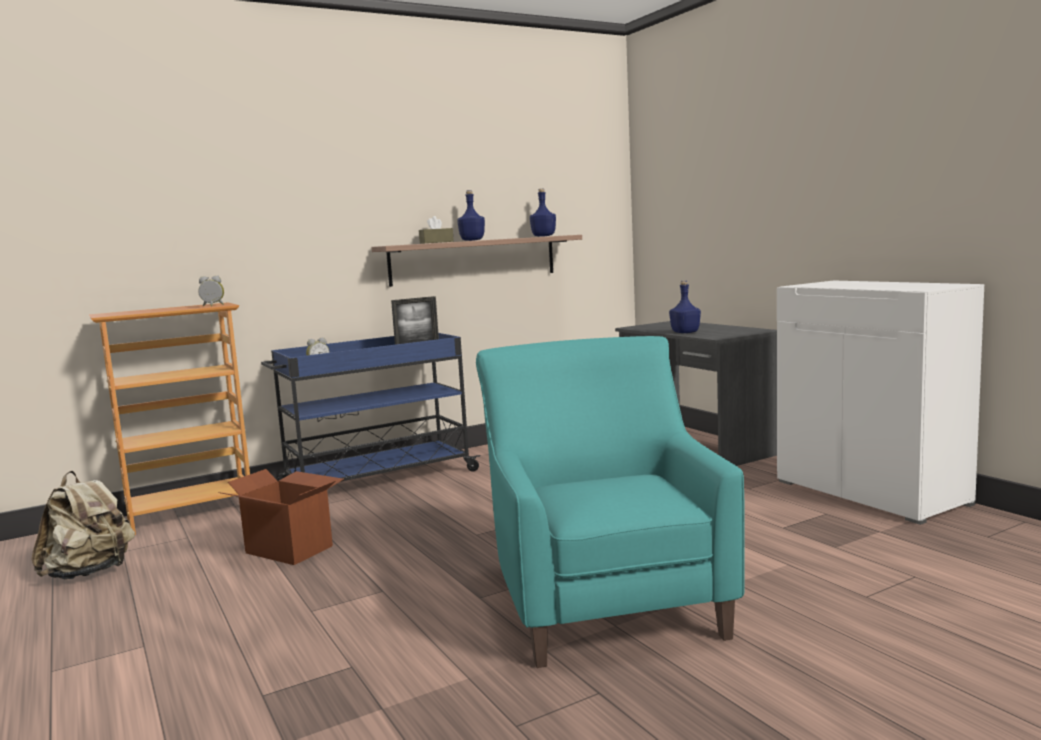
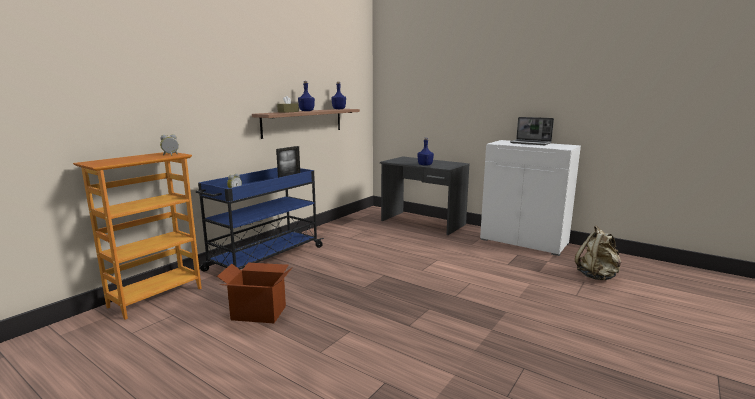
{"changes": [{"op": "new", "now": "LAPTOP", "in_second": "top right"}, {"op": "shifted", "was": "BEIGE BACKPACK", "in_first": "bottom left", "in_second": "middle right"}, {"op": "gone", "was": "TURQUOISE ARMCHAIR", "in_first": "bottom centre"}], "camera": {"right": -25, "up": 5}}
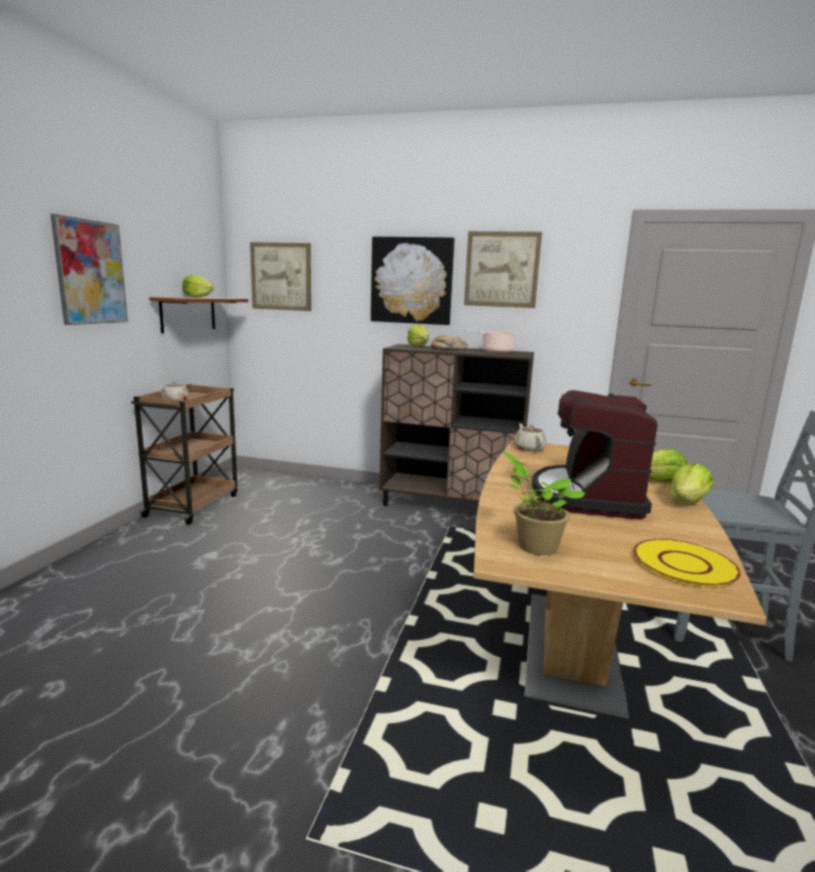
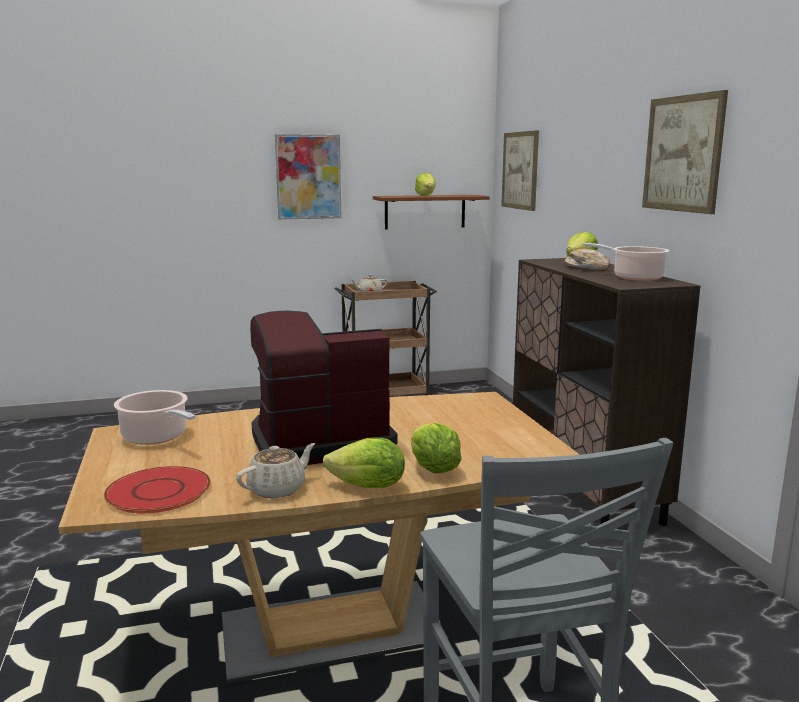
{"changes": [{"op": "repainted", "was": "YELLOW PLATE", "now": "RED PLATE", "in_first": "middle right", "in_second": "bottom left"}, {"op": "swapped", "was": "POTTED PLANT", "now": "COOKING POT (no. 1 from left)", "in_first": "middle right", "in_second": "middle left"}, {"op": "shifted", "was": "BEIGE TEAPOT (no. 2 from left in the first image)", "now": "BEIGE TEAPOT (no. 1 from left)", "in_first": "centre", "in_second": "bottom centre"}, {"op": "gone", "was": "PICTURE (no. 3 from left)", "in_first": "top centre"}], "camera": {"right": 60, "up": 0}}
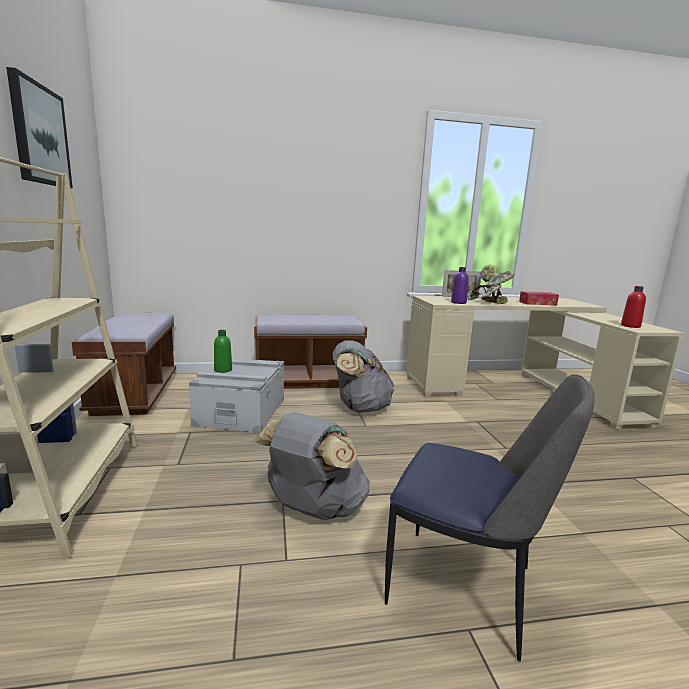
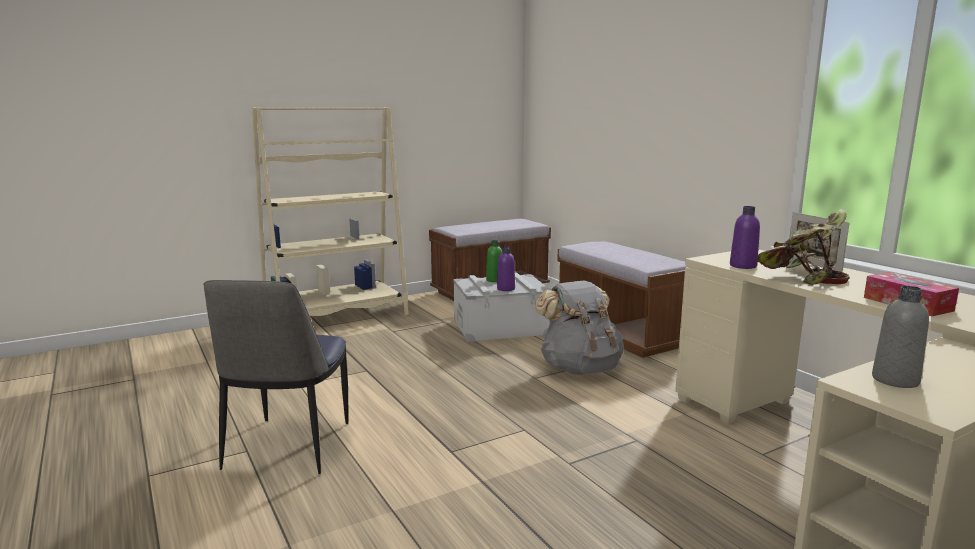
{"changes": [{"op": "new", "now": "PURPLE BOTTLE (no. 1 from left)", "in_second": "centre"}, {"op": "repainted", "was": "RED BOTTLE", "now": "GREY BOTTLE", "in_first": "middle right", "in_second": "middle right"}, {"op": "gone", "was": "PICTURE", "in_first": "top left"}, {"op": "gone", "was": "GREY BACKPACK (no. 1 from left)", "in_first": "bottom centre"}], "camera": {"right": 70, "up": 0}}
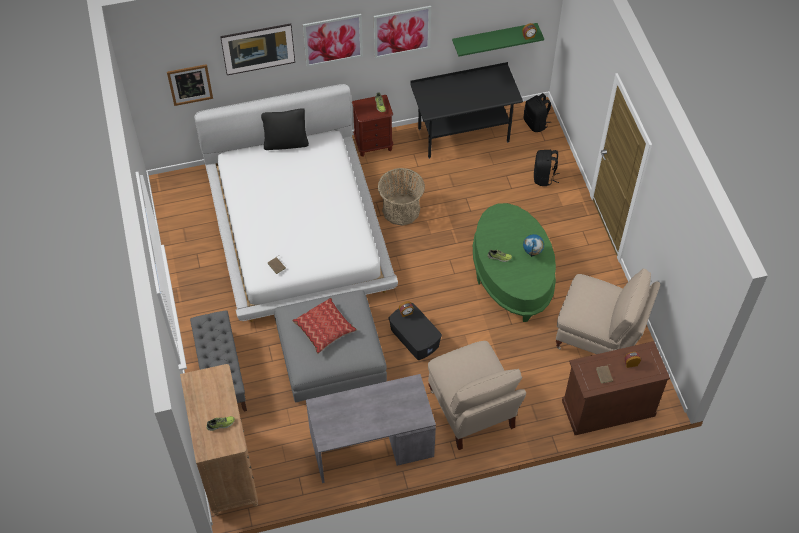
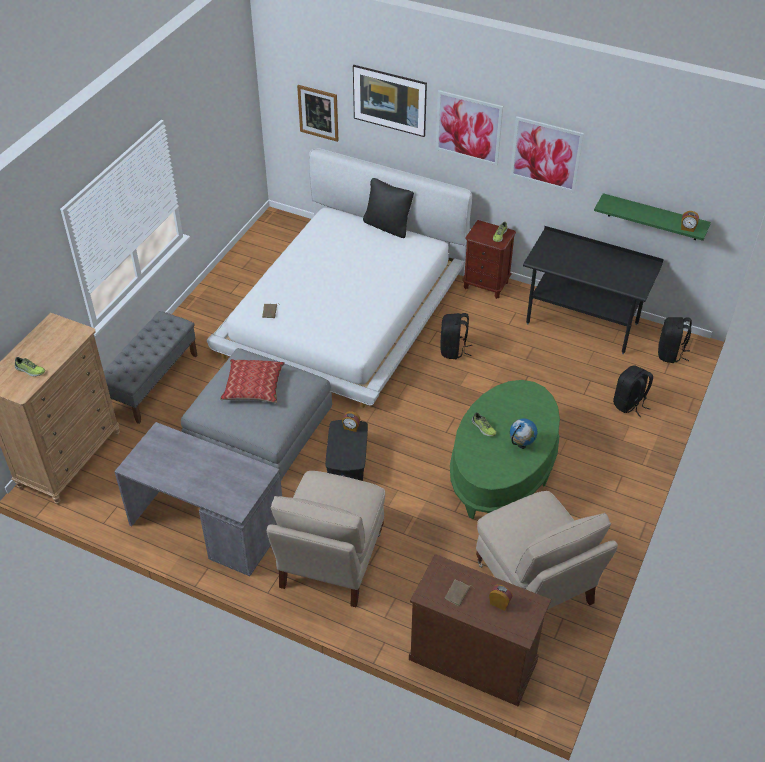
{"changes": [{"op": "swapped", "was": "BASKET", "now": "BLACK BACKPACK (no. 1 from left)", "in_first": "centre", "in_second": "centre"}], "camera": {"right": 40, "up": -10}}
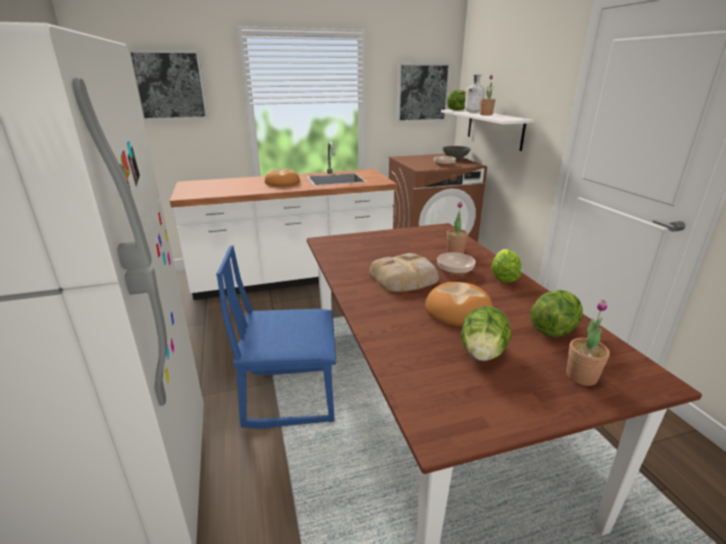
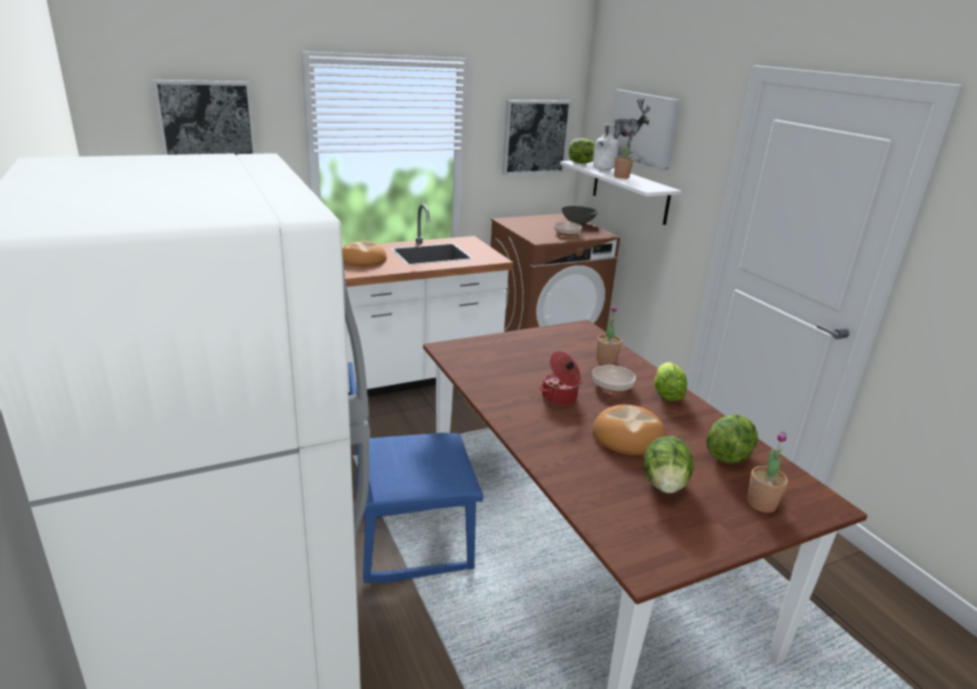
{"changes": [{"op": "swapped", "was": "BREAD (no. 2 from left)", "now": "COOKING POT", "in_first": "centre", "in_second": "centre"}, {"op": "new", "now": "PICTURE (no. 3 from left)", "in_second": "top centre"}], "camera": {"right": -10, "up": 0}}
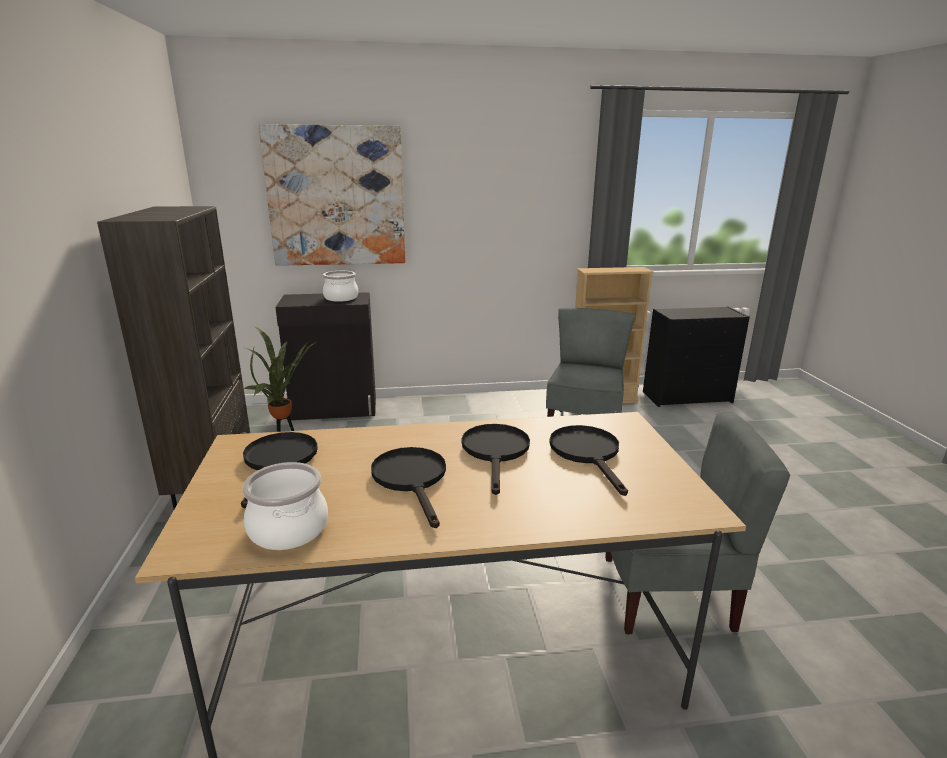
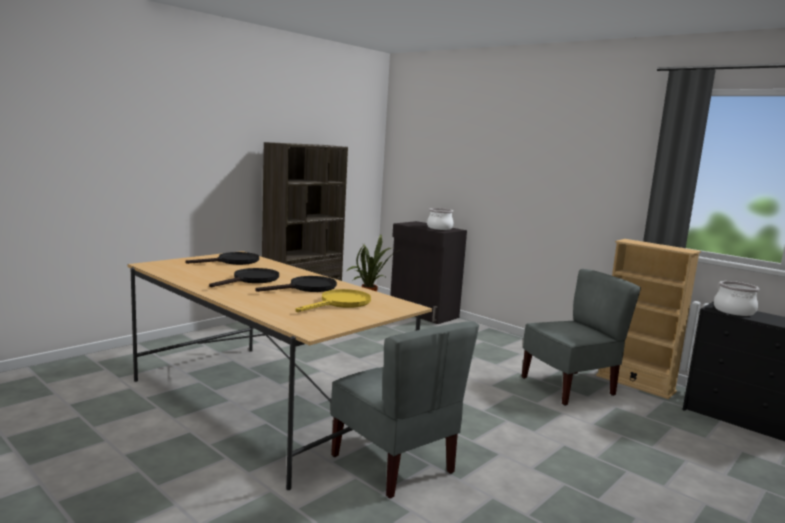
{"changes": [{"op": "repainted", "was": "BLACK FRYING PAN (no. 4 from left)", "now": "YELLOW FRYING PAN", "in_first": "centre", "in_second": "centre"}, {"op": "shifted", "was": "COOKING POT (no. 1 from left in the first image)", "now": "COOKING POT (no. 2 from left)", "in_first": "bottom left", "in_second": "middle right"}, {"op": "gone", "was": "PICTURE", "in_first": "top centre"}], "camera": {"right": 50, "up": -10}}
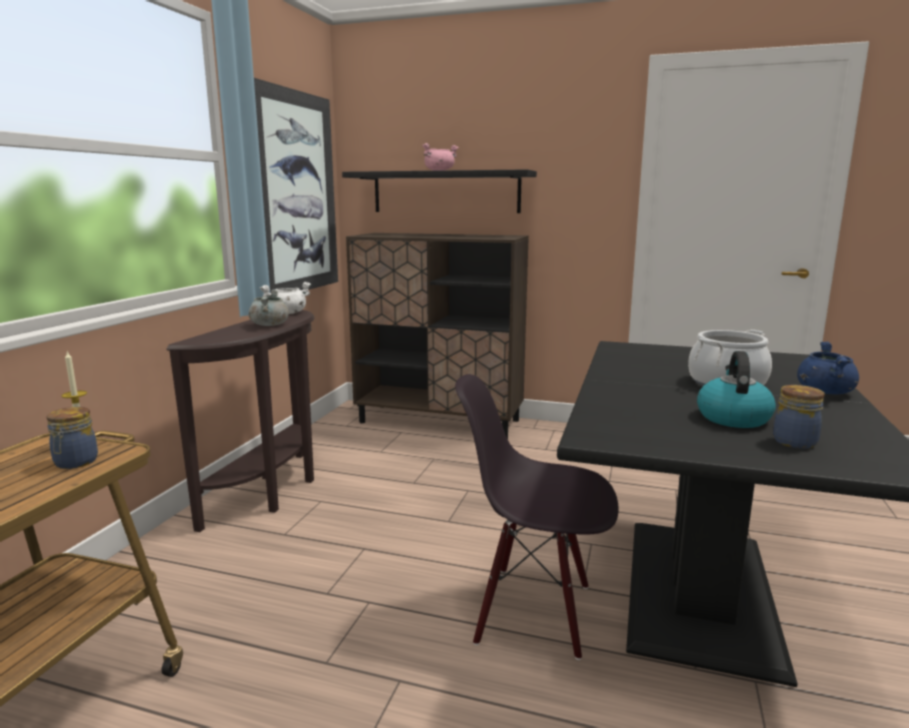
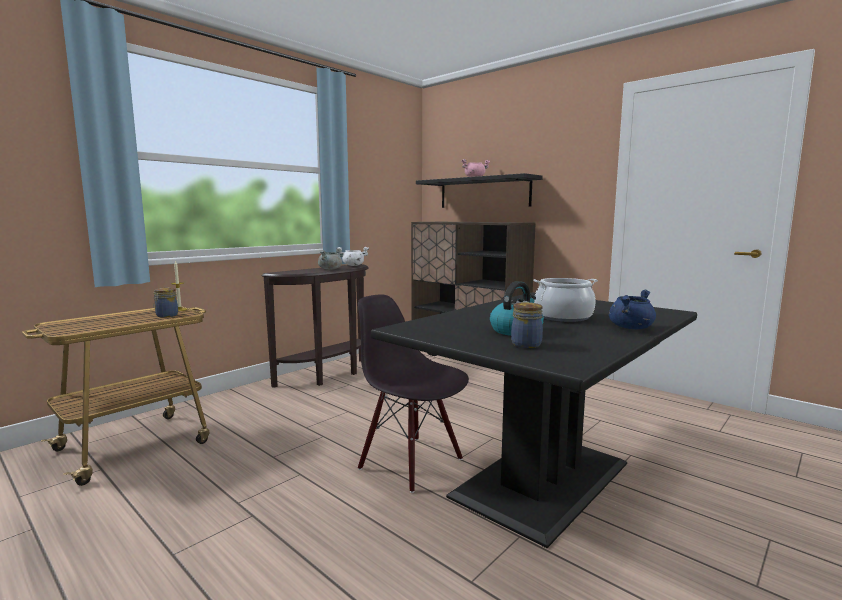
{"changes": [{"op": "gone", "was": "PICTURE", "in_first": "top left"}], "camera": {"right": 25, "up": -5}}
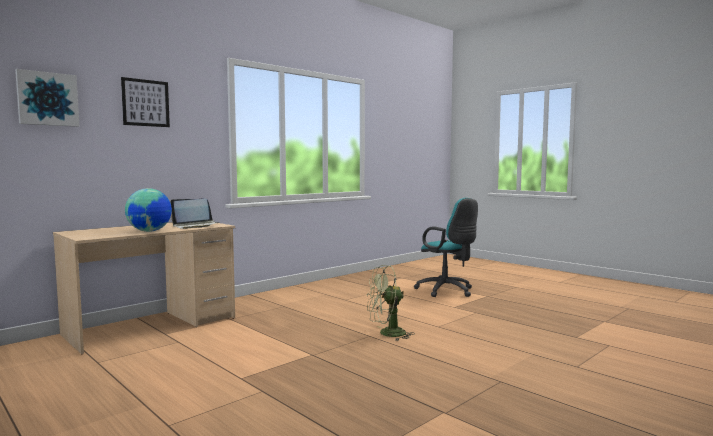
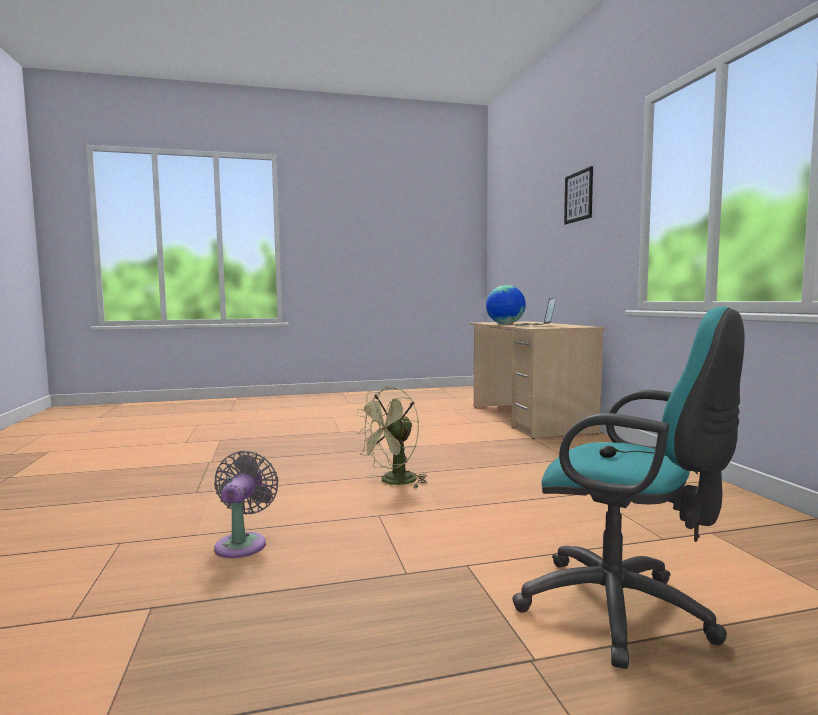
{"changes": [{"op": "new", "now": "GREY FAN", "in_second": "bottom left"}, {"op": "rotated", "was": "GREEN FAN", "in_first": "bottom centre", "in_second": "centre", "clockwise": -150}, {"op": "rotated", "was": "TURQUOISE OFFICE CHAIR", "in_first": "centre", "in_second": "bottom right", "clockwise": -135}, {"op": "gone", "was": "PICTURE (no. 1 from left)", "in_first": "top left"}], "camera": {"right": 120, "up": 0}}
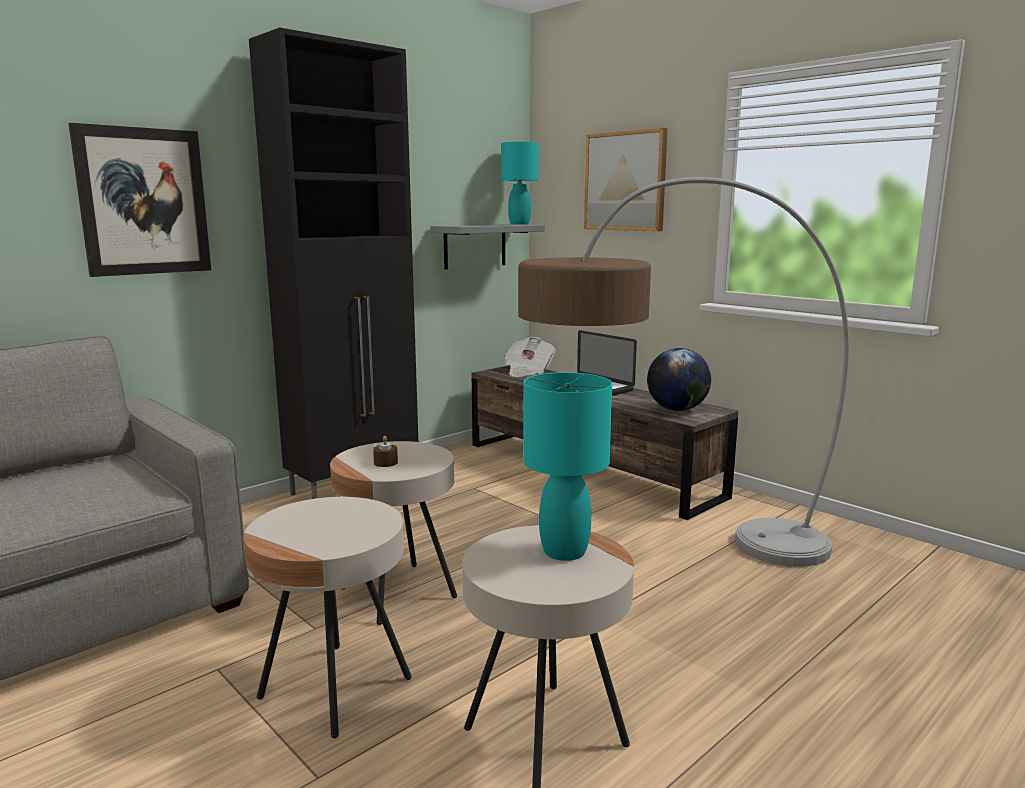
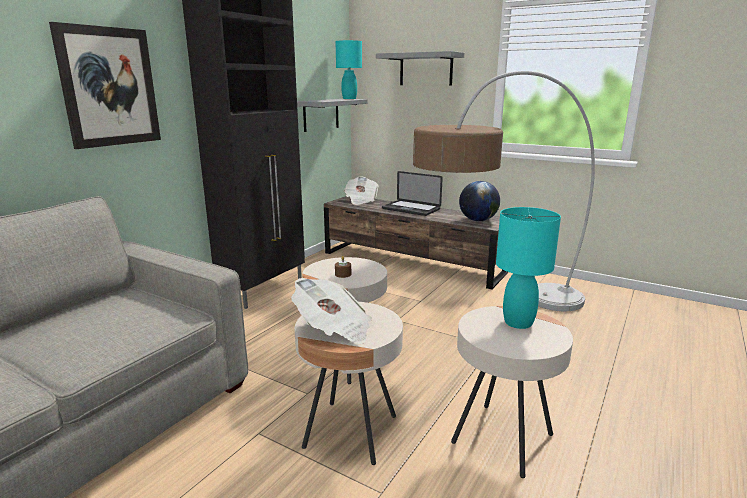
{"changes": [{"op": "new", "now": "NEWSPAPER (no. 1 from left)", "in_second": "centre"}, {"op": "swapped", "was": "PICTURE (no. 2 from left)", "now": "GREY SHELF (no. 2 from left)", "in_first": "top centre", "in_second": "top centre"}], "camera": {"right": -15, "up": 5}}
